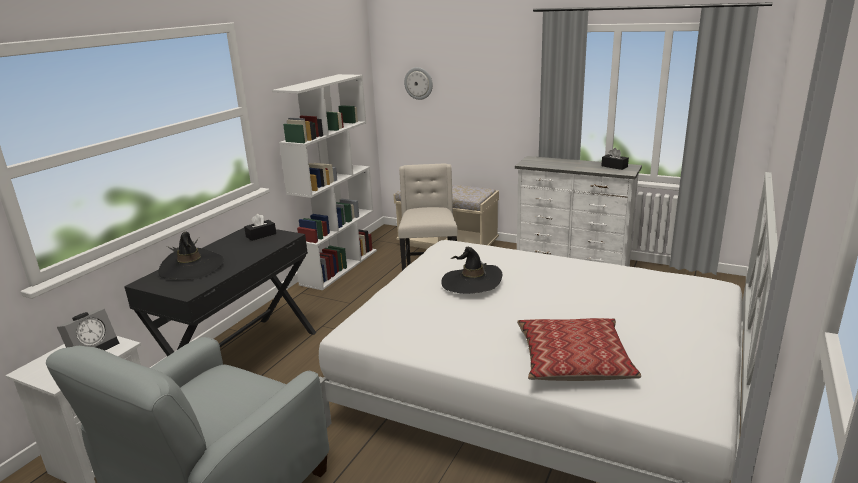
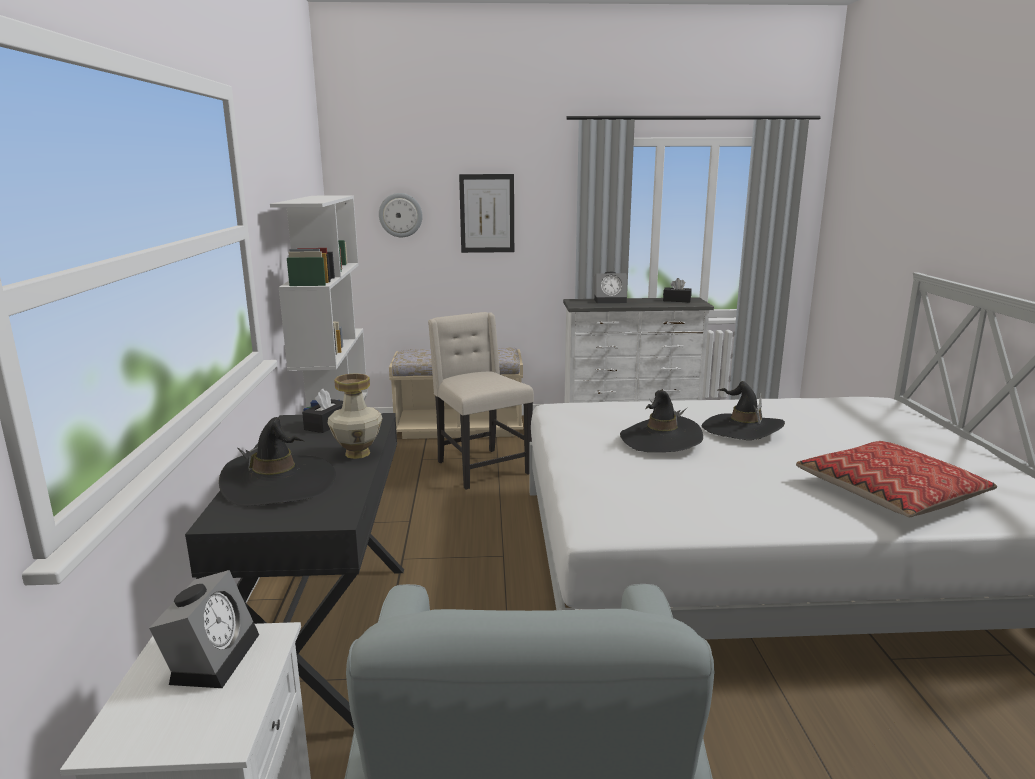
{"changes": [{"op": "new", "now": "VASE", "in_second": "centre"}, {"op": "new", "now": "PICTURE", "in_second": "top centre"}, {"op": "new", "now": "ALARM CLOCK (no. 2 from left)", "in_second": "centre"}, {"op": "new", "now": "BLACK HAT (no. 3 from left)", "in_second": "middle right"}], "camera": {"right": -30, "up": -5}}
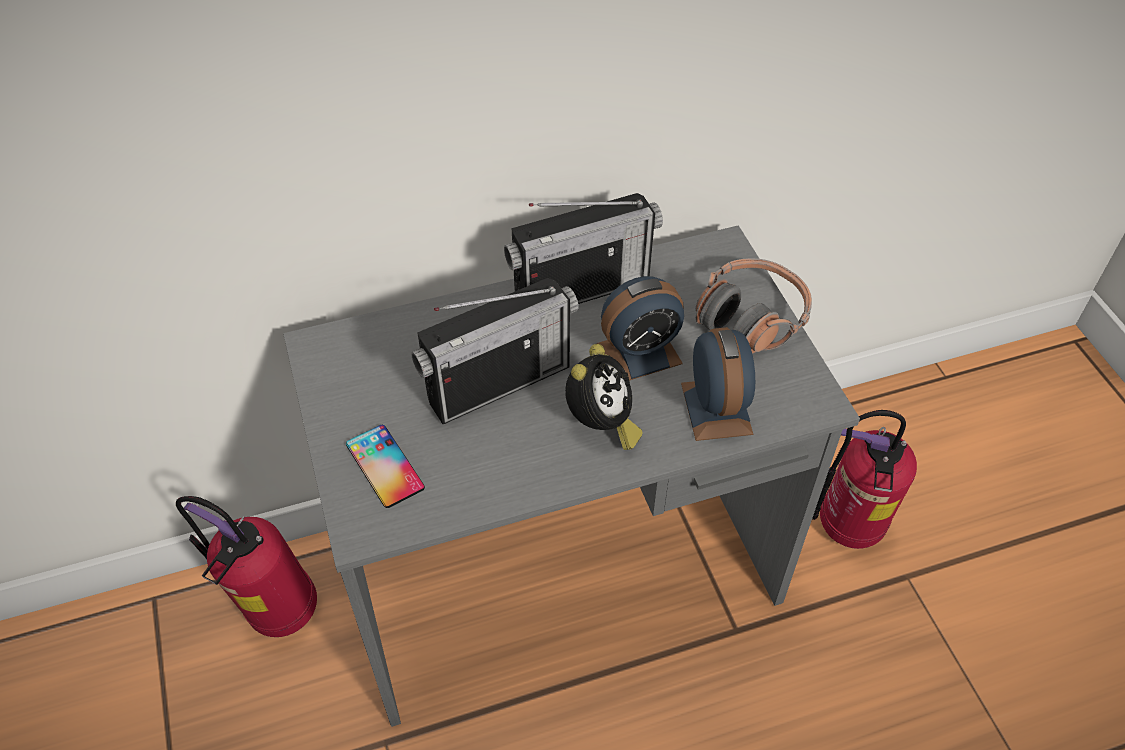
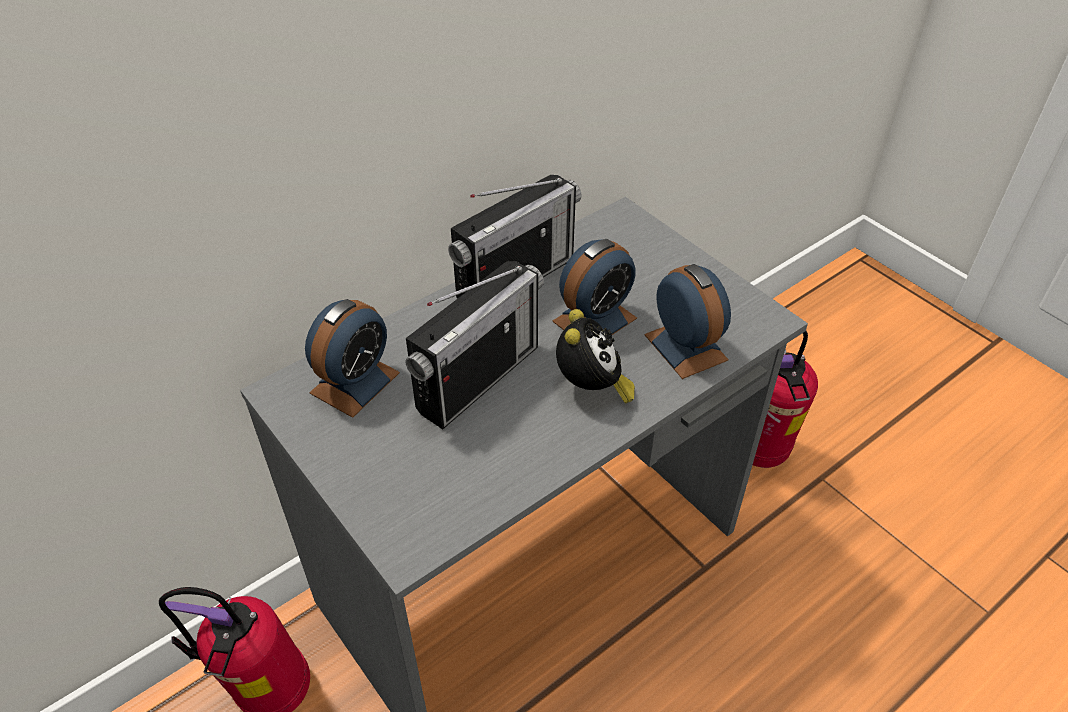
{"changes": [{"op": "new", "now": "ALARM CLOCK (no. 1 from left)", "in_second": "middle left"}, {"op": "gone", "was": "PHONE", "in_first": "centre"}, {"op": "gone", "was": "HEADPHONES", "in_first": "middle right"}], "camera": {"right": -20, "up": -5}}
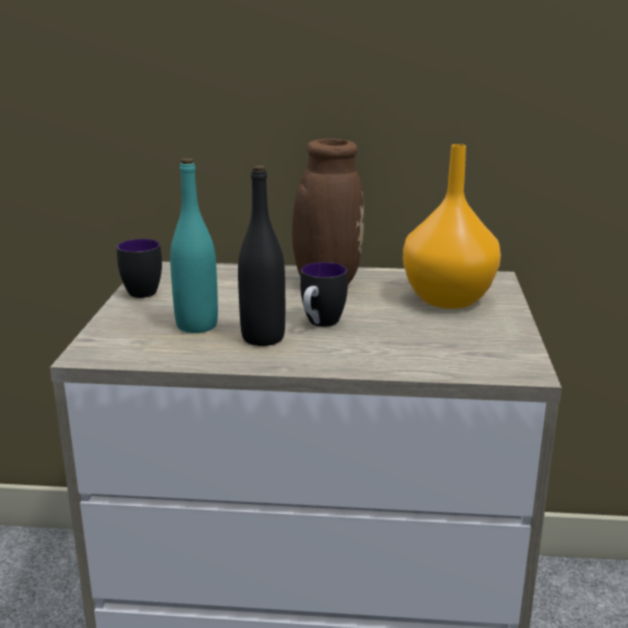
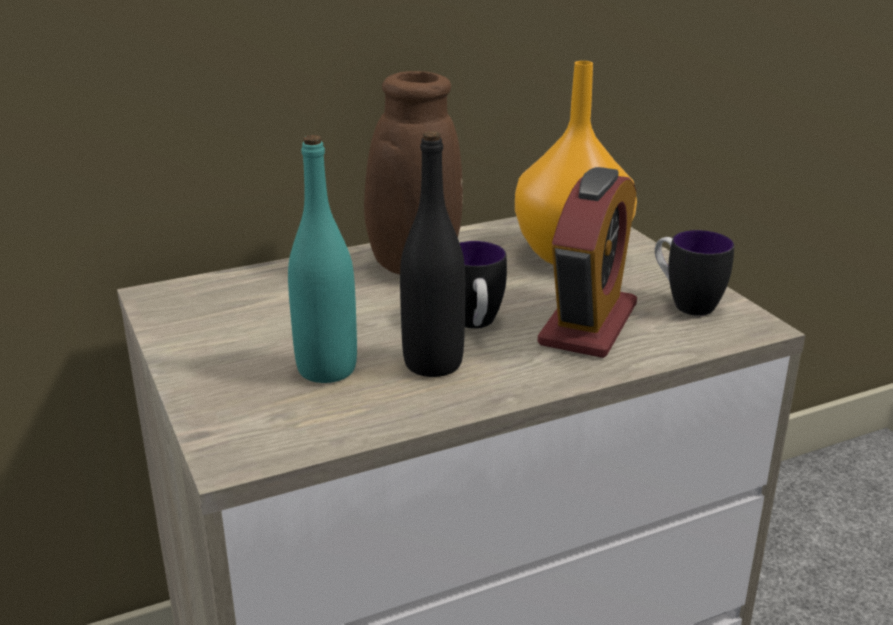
{"changes": [{"op": "new", "now": "ALARM CLOCK", "in_second": "centre"}, {"op": "shifted", "was": "MUG (no. 1 from left in the first image)", "now": "MUG (no. 2 from left)", "in_first": "middle left", "in_second": "middle right"}], "camera": {"right": -30, "up": 5}}
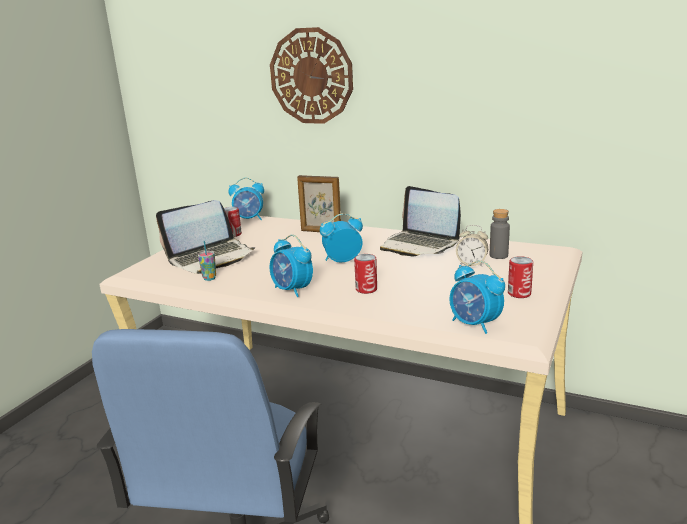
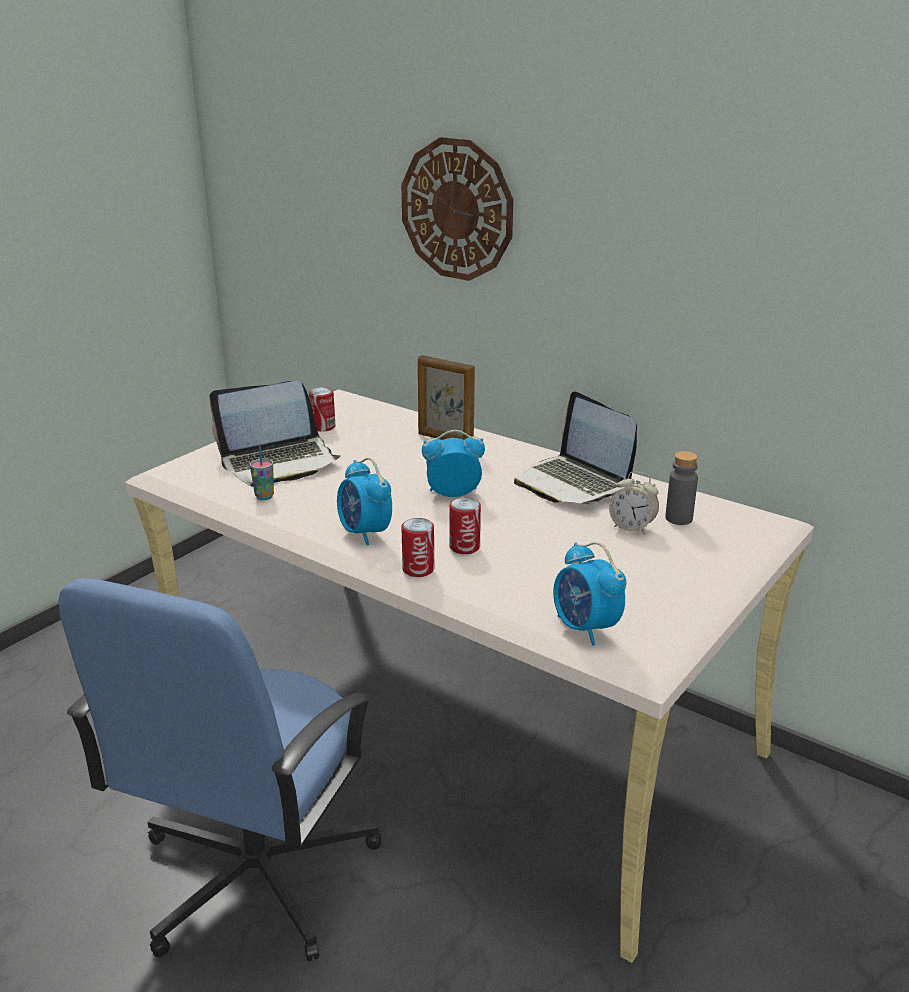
{"changes": [{"op": "shifted", "was": "CAN (no. 3 from left in the first image)", "now": "CAN (no. 2 from left)", "in_first": "middle right", "in_second": "centre"}, {"op": "gone", "was": "ALARM CLOCK (no. 1 from left)", "in_first": "centre"}], "camera": {"right": 10, "up": 5}}
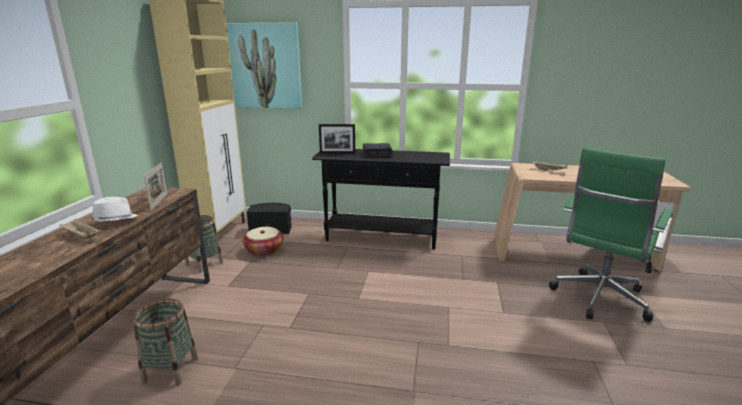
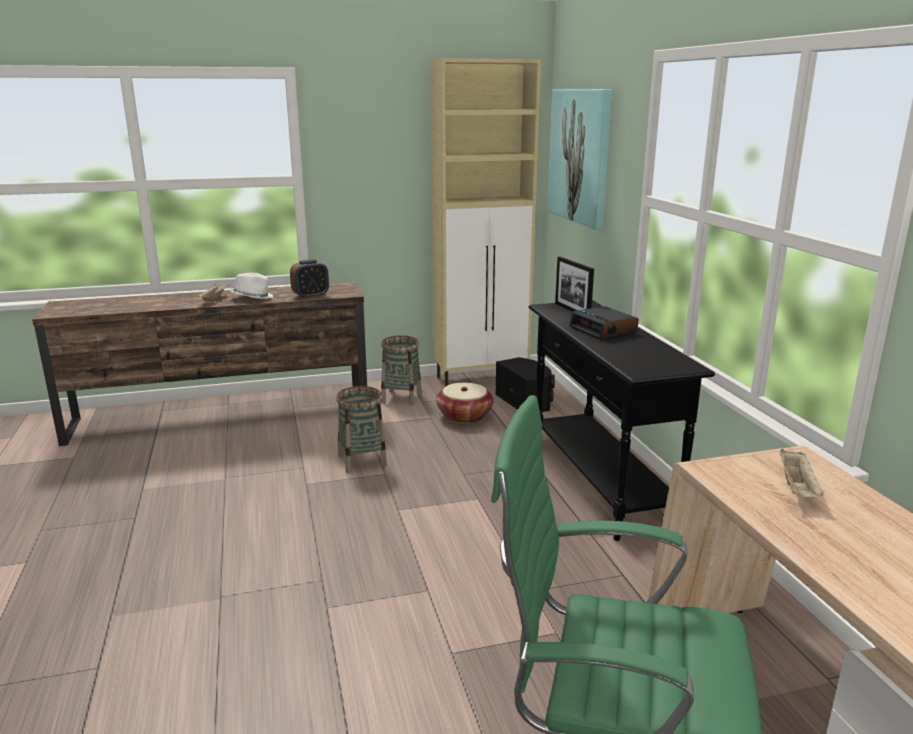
{"changes": [{"op": "swapped", "was": "PICTURE FRAME (no. 1 from left)", "now": "ALARM CLOCK (no. 1 from left)", "in_first": "middle left", "in_second": "centre"}, {"op": "shifted", "was": "BASKET (no. 1 from left)", "in_first": "bottom left", "in_second": "centre"}], "camera": {"right": 65, "up": 0}}
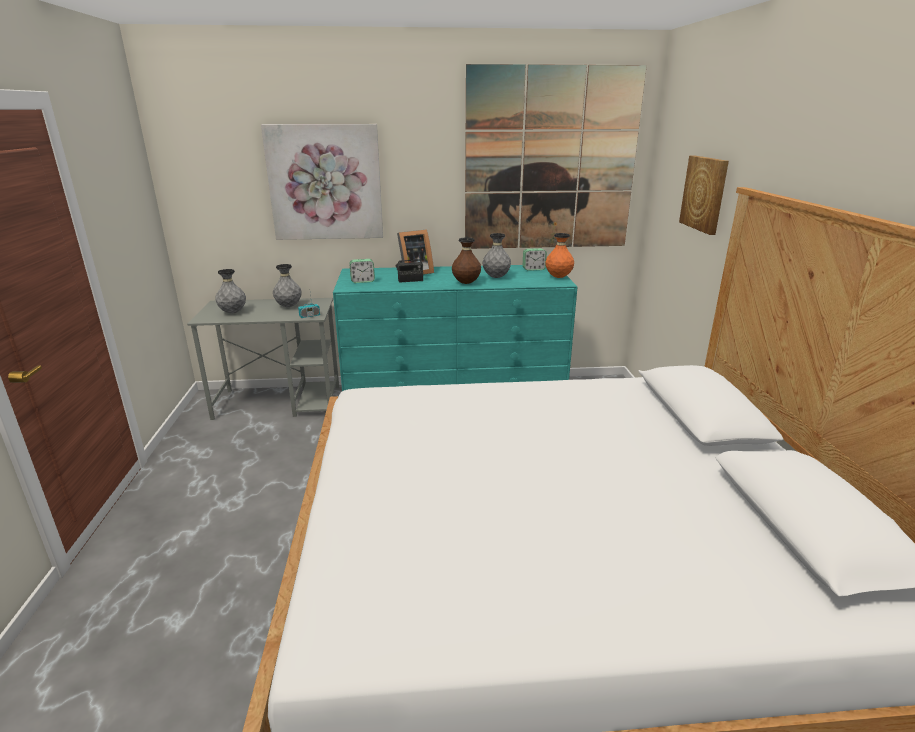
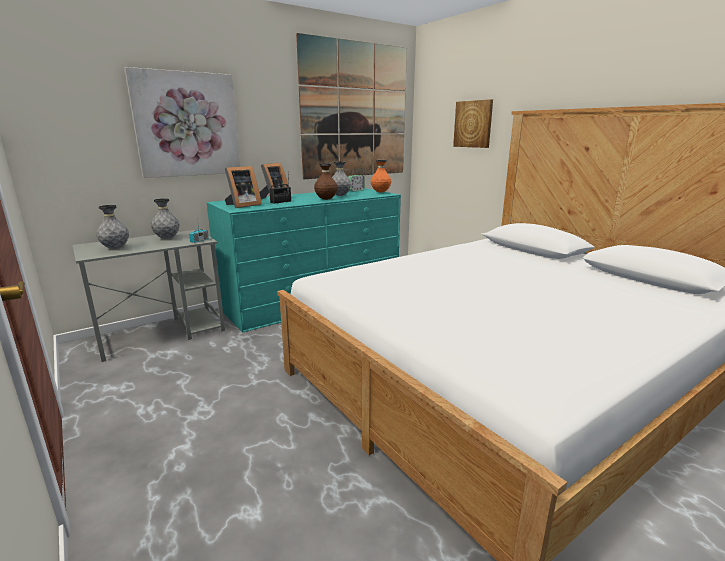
{"changes": [{"op": "swapped", "was": "ALARM CLOCK (no. 1 from left)", "now": "PICTURE FRAME (no. 1 from left)", "in_first": "centre", "in_second": "centre"}], "camera": {"right": -30, "up": -5}}
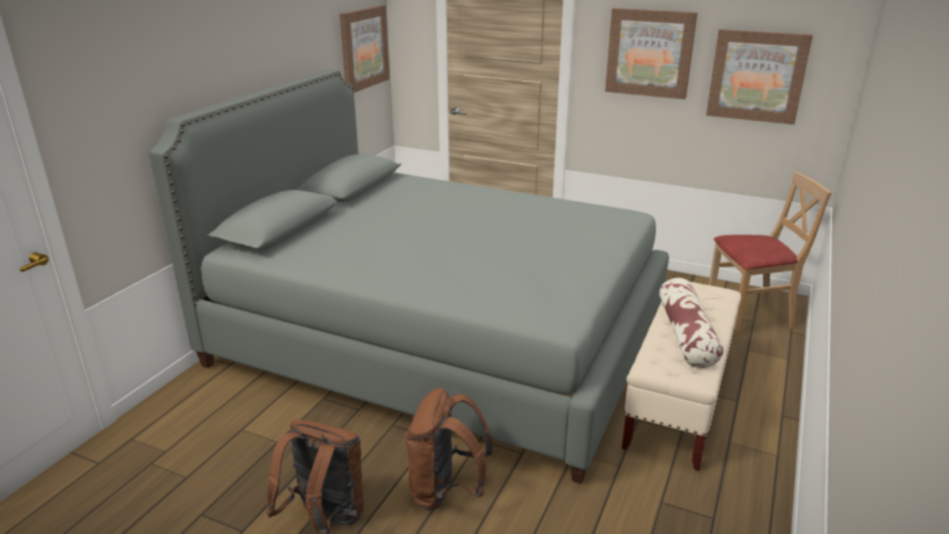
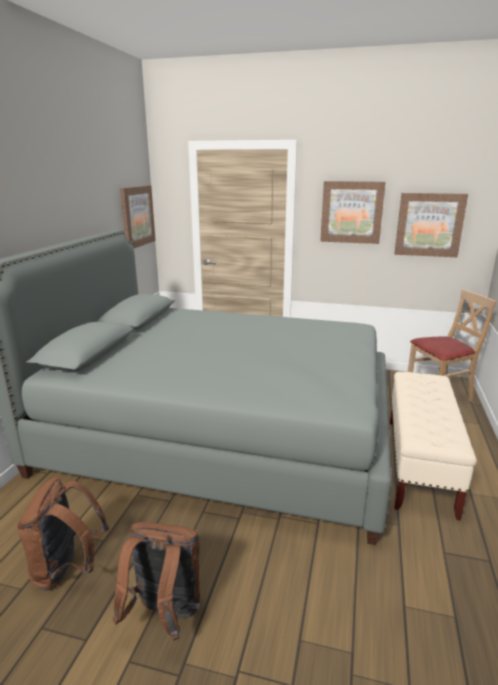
{"changes": [{"op": "shifted", "was": "BROWN BACKPACK (no. 2 from left in the first image)", "now": "BROWN BACKPACK (no. 1 from left)", "in_first": "bottom centre", "in_second": "bottom left"}, {"op": "gone", "was": "PILLOW", "in_first": "middle right"}], "camera": {"right": -10, "up": -5}}
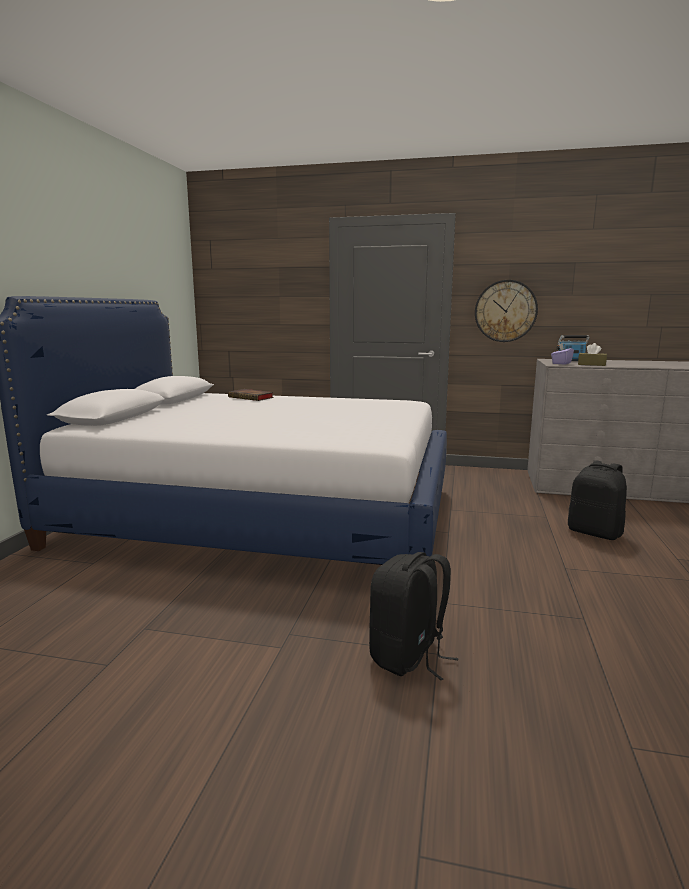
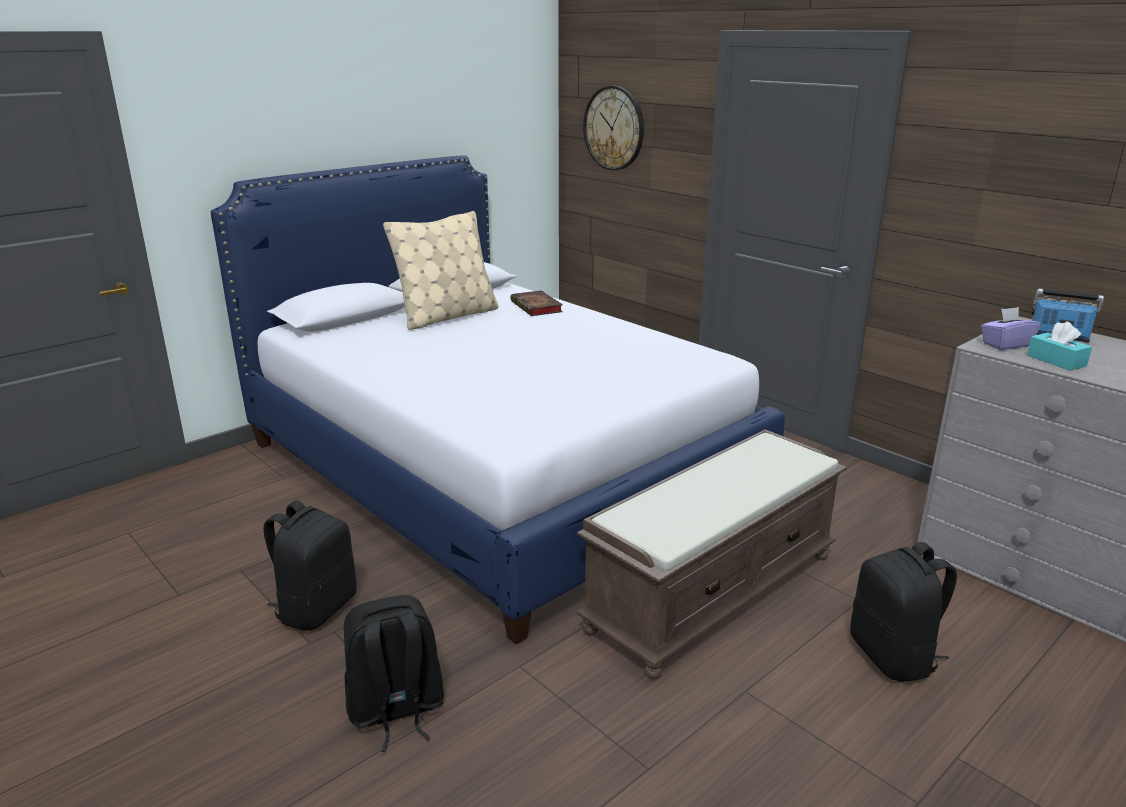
{"changes": [{"op": "new", "now": "BLACK BACKPACK (no. 1 from left)", "in_second": "bottom left"}, {"op": "new", "now": "BEIGE PILLOW", "in_second": "centre"}, {"op": "new", "now": "BROWN BENCH", "in_second": "bottom centre"}, {"op": "shifted", "was": "WALL CLOCK", "in_first": "middle right", "in_second": "top centre"}, {"op": "repainted", "was": "BROWN TISSUE BOX", "now": "TURQUOISE TISSUE BOX", "in_first": "middle right", "in_second": "middle right"}], "camera": {"right": 35, "up": 10}}
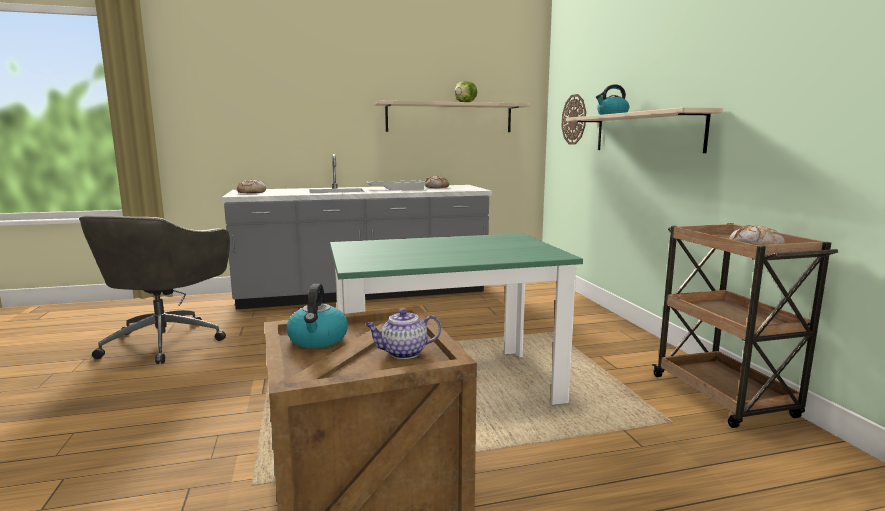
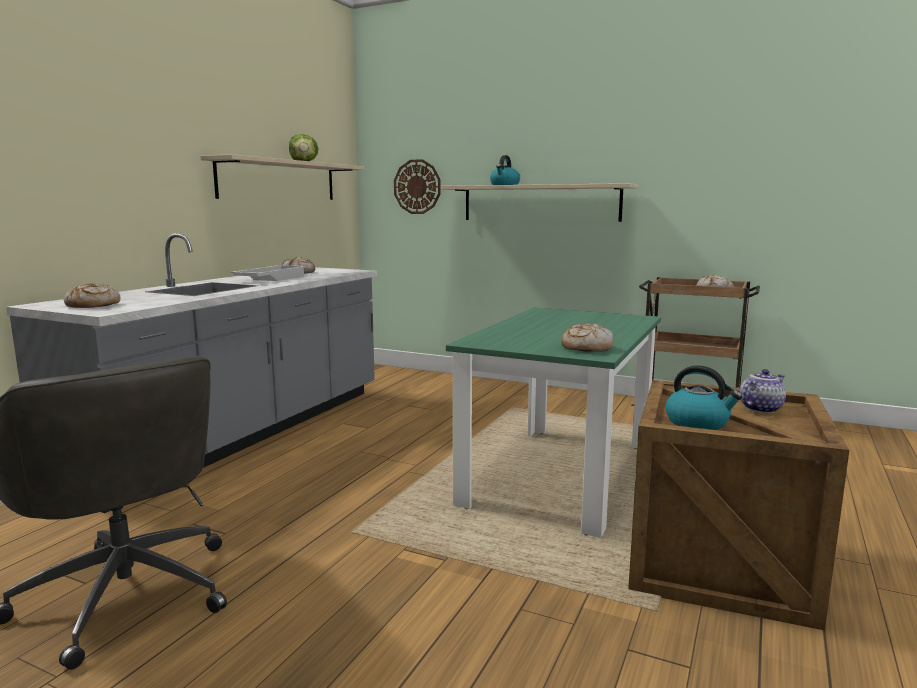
{"changes": [{"op": "new", "now": "BREAD (no. 3 from left)", "in_second": "centre"}, {"op": "rotated", "was": "TEAPOT", "in_first": "centre", "in_second": "middle right", "clockwise": -150}], "camera": {"right": -50, "up": 0}}
